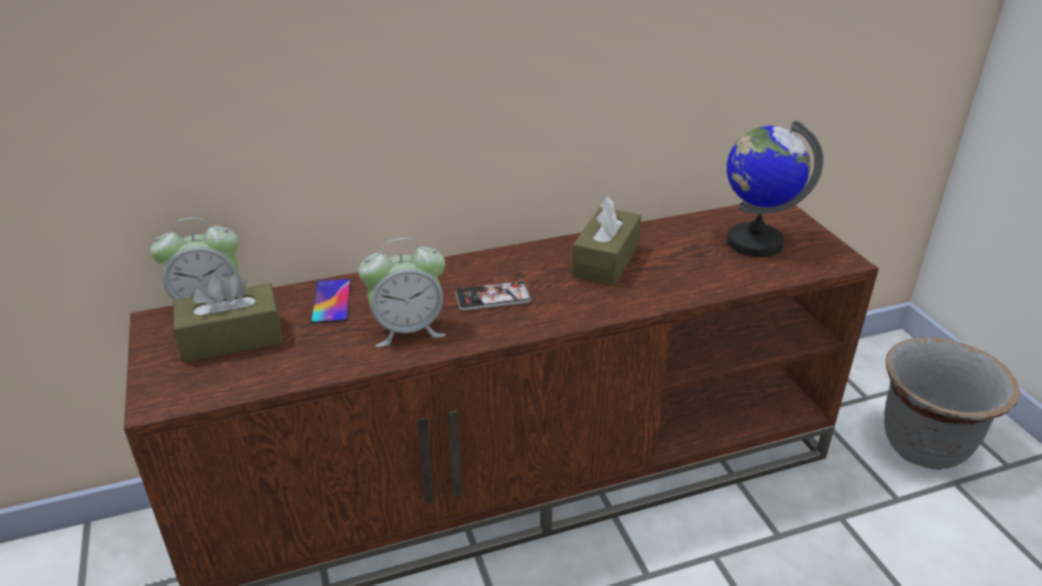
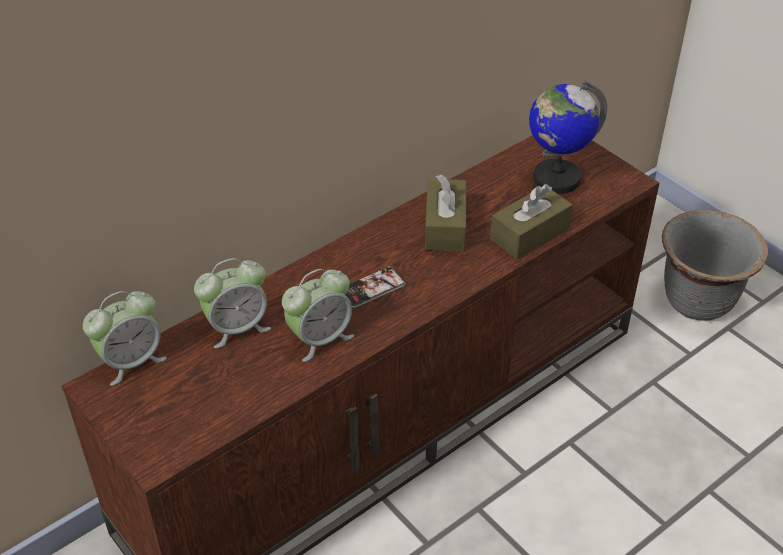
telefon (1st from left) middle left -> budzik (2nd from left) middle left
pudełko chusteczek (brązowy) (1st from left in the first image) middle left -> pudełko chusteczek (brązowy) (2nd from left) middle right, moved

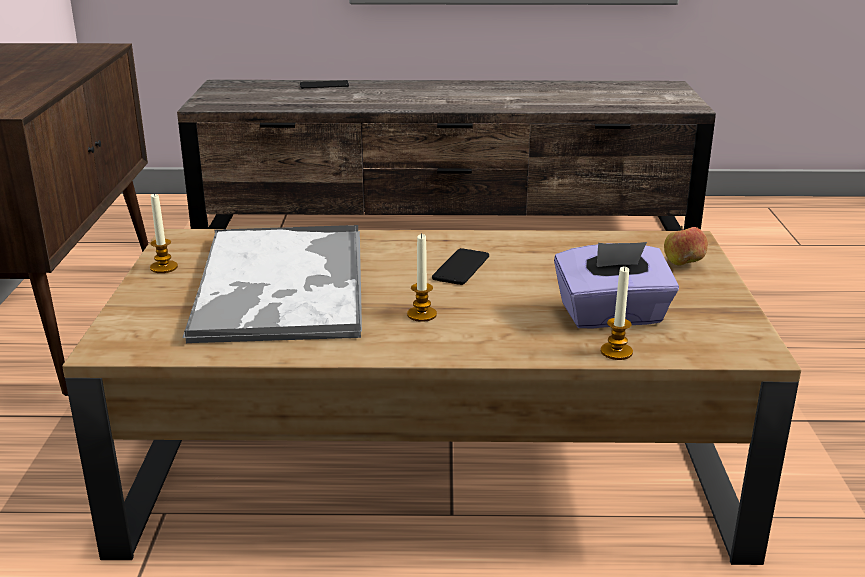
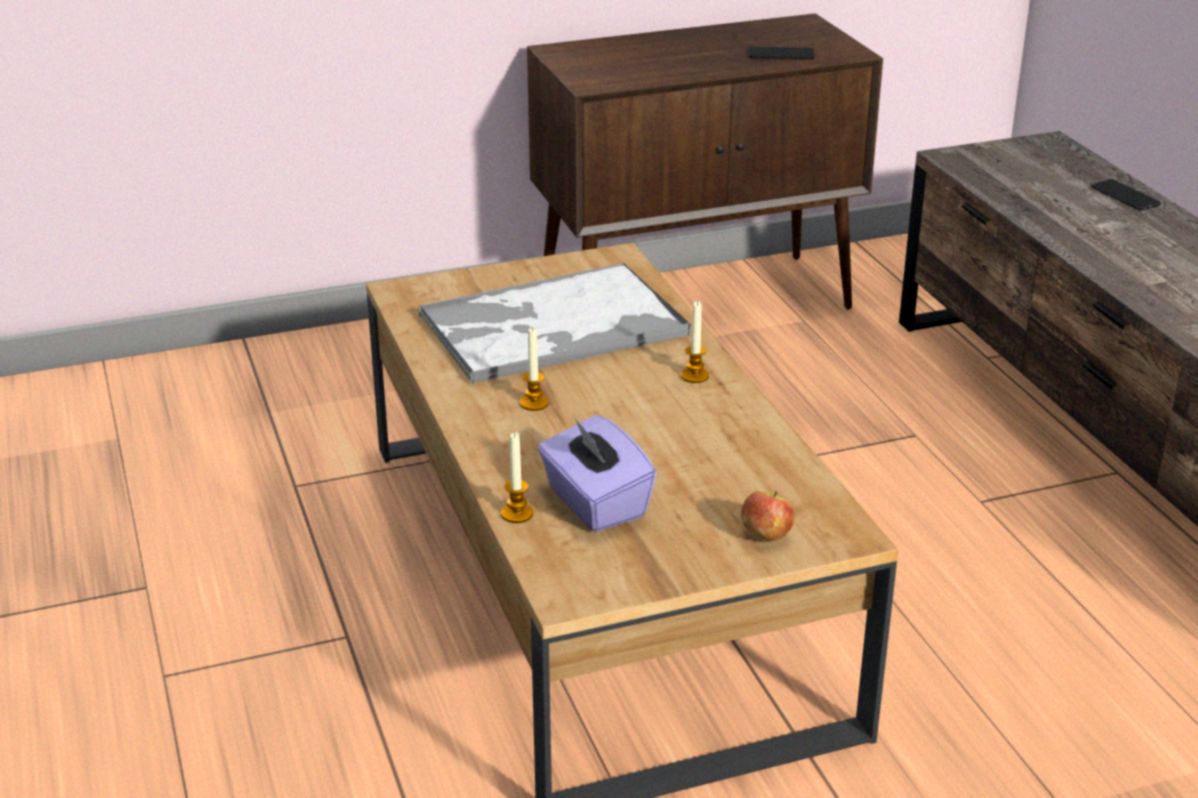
świeca (1st from left in the first image) middle left -> świeca (3rd from left) centre, moved
telefon (2nd from left in the first image) centre -> telefon (1st from left) top centre, moved

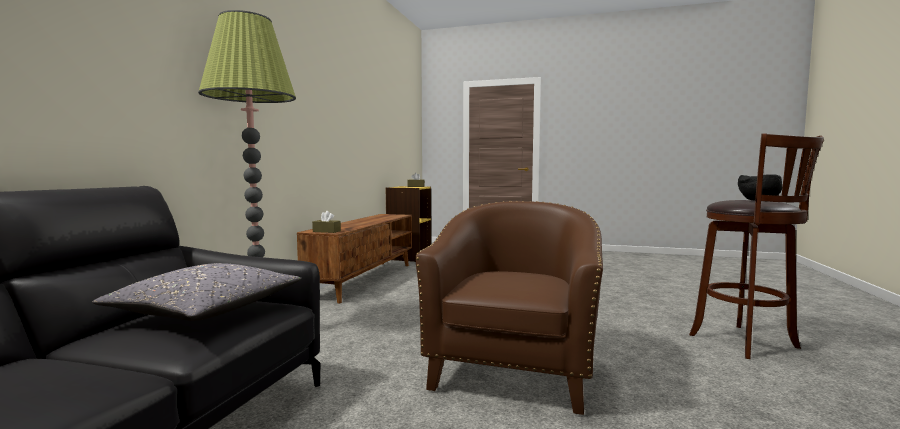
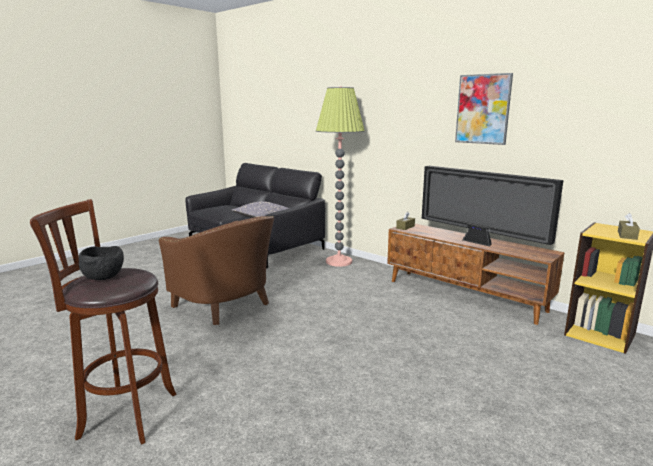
none -> telewizor middle right
none -> obraz top right

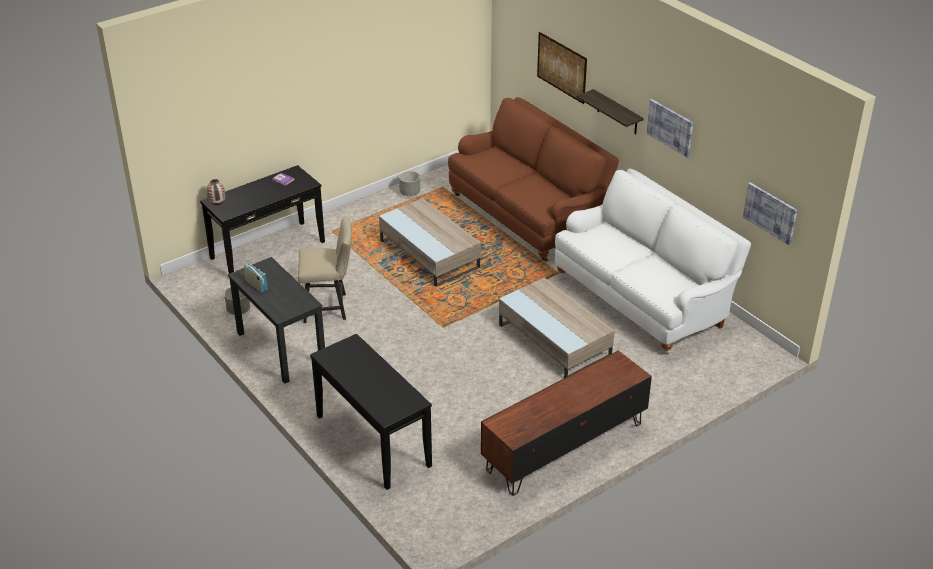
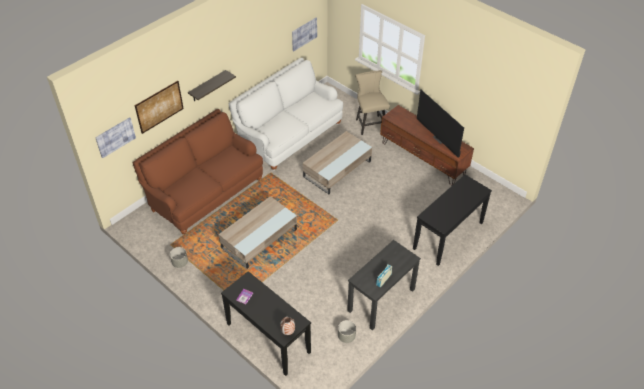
obraz (2nd from left in the first image) top right -> obraz (1st from left) middle left, moved
krzesło (beżowy) centre -> krzesło (beżowy) top centre, moved
none -> telewizor top right

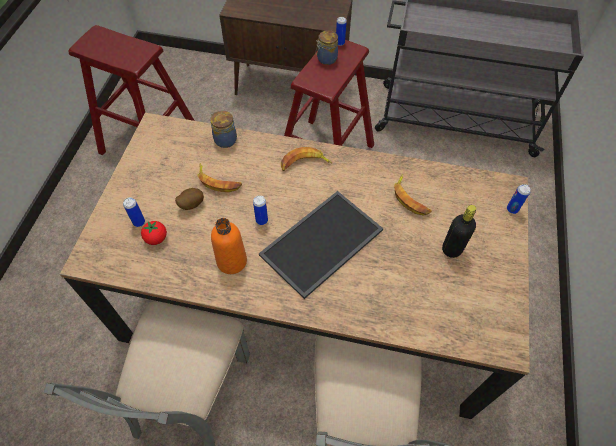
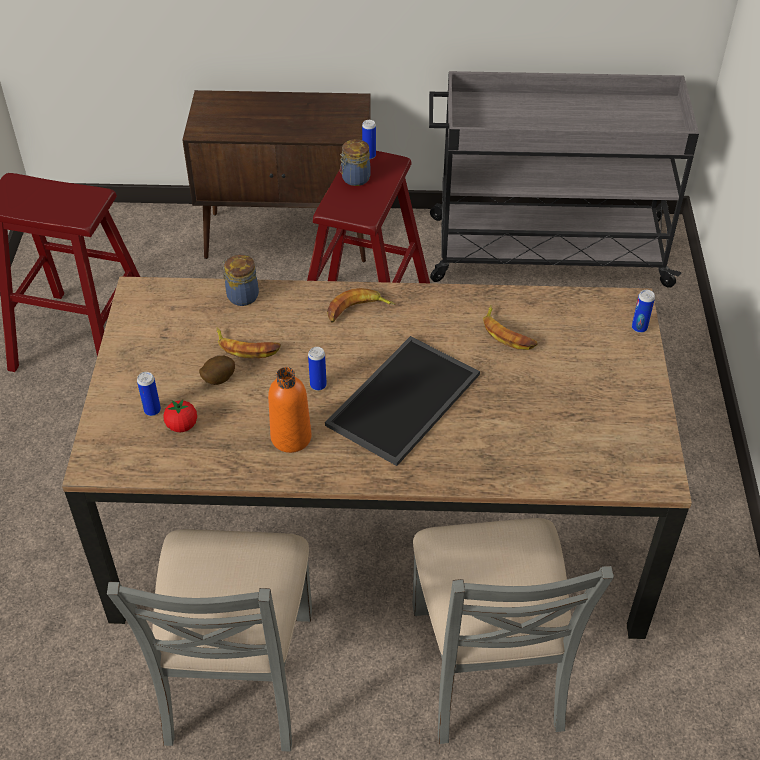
butelka (czarny) middle right -> none

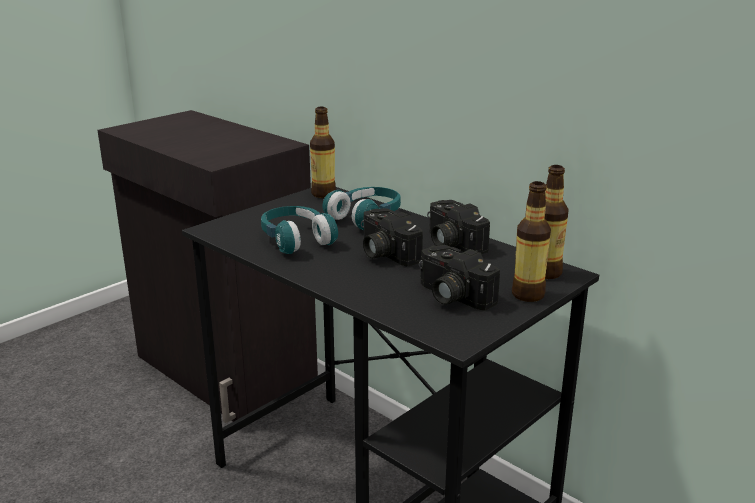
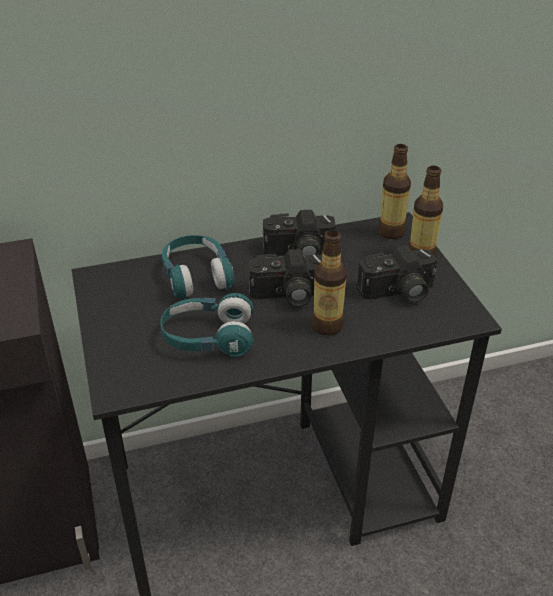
butelka (1st from left) top centre -> butelka (1st from left) centre, moved

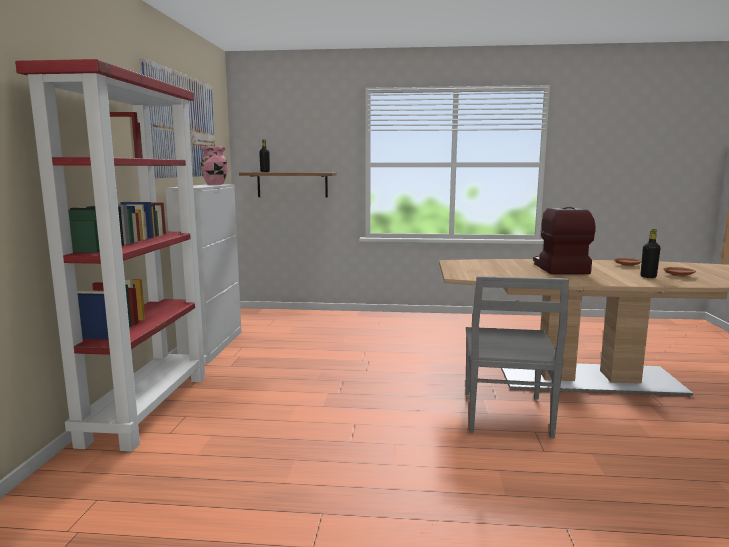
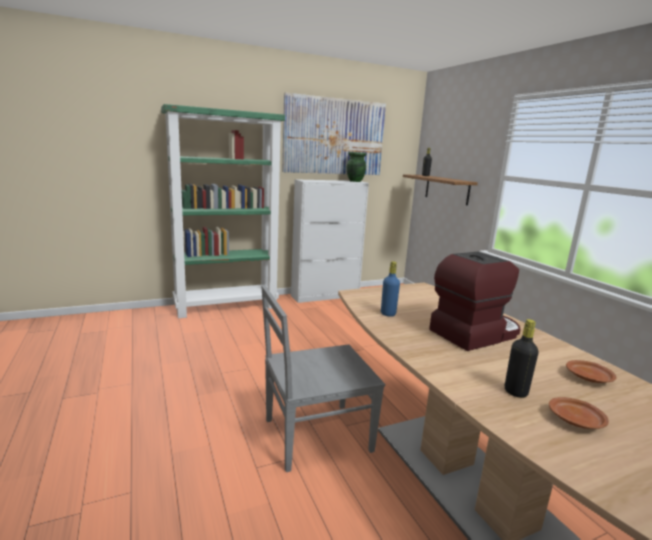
regał (czerwony) middle left -> regał (zielony) centre
wazon (różowy) top left -> wazon (zielony) top centre
none -> butelka (niebieski) centre

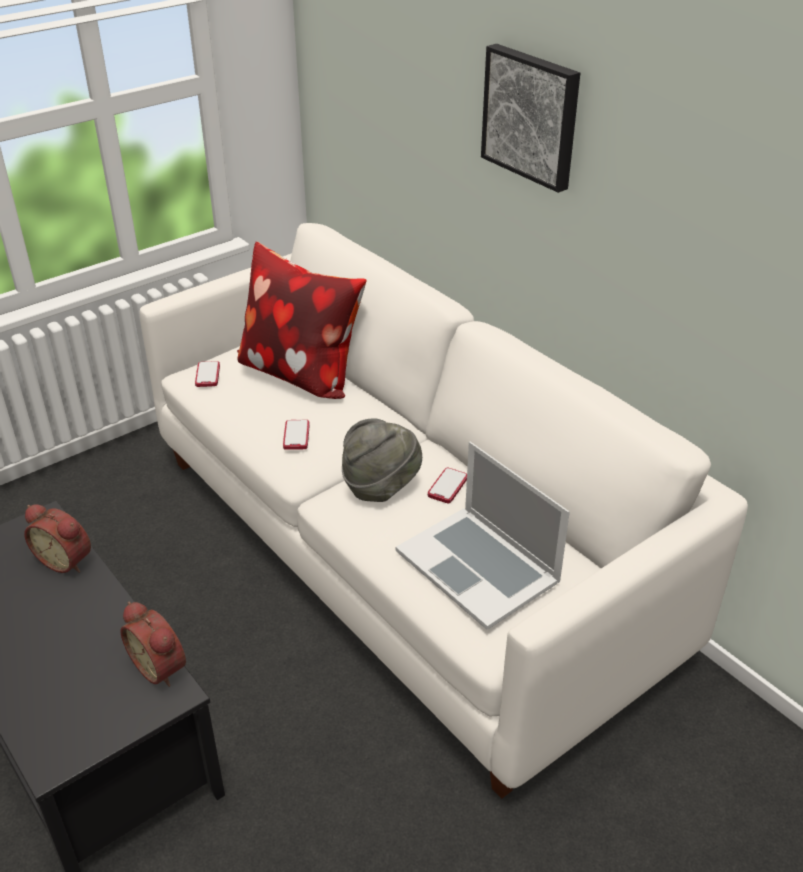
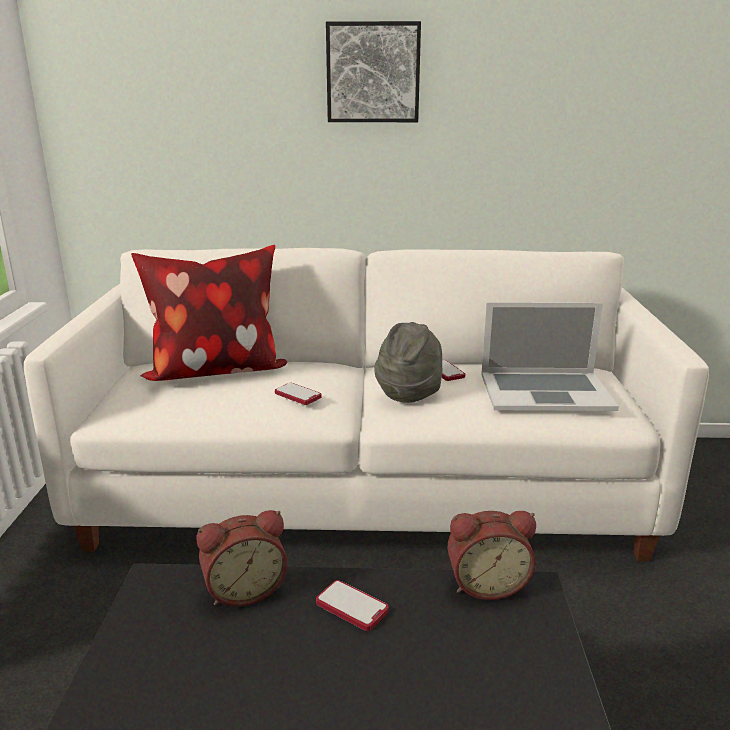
telefon (1st from left in the first image) middle left -> telefon (2nd from left) bottom centre, moved

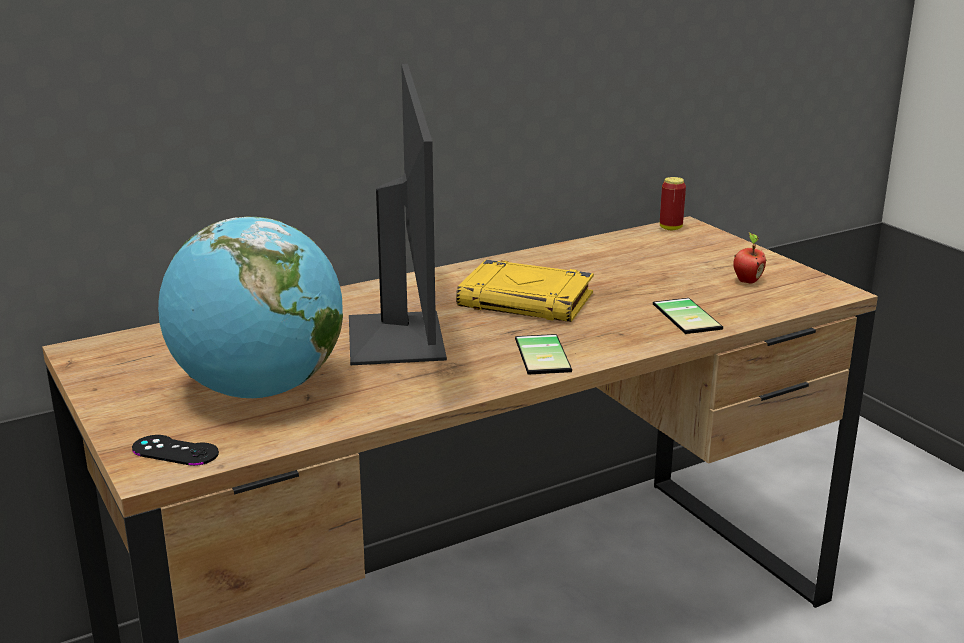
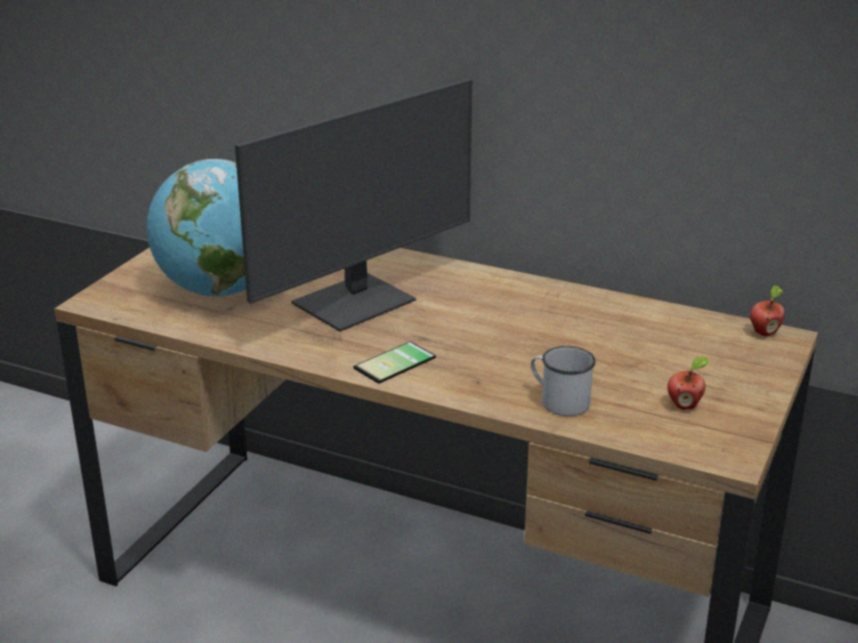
telefon (2nd from left) middle right -> kubek (biały) centre
puszka top right -> jabłko (2nd from left) middle right
pad do gier (czarny) bottom left -> none
książka (żółty) centre -> none

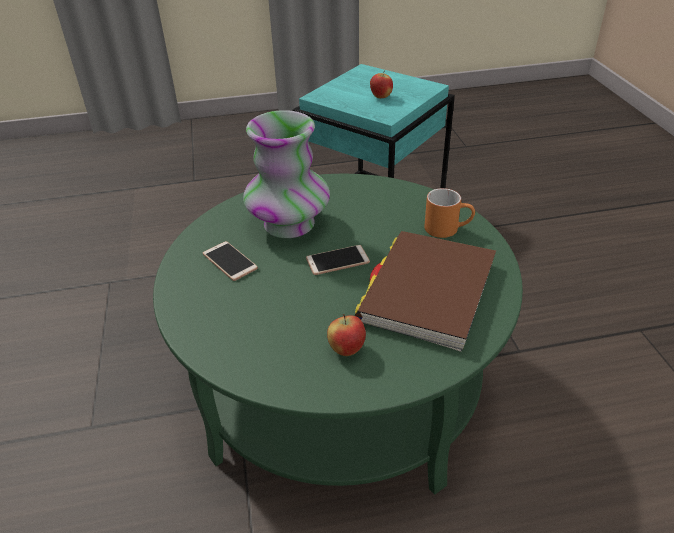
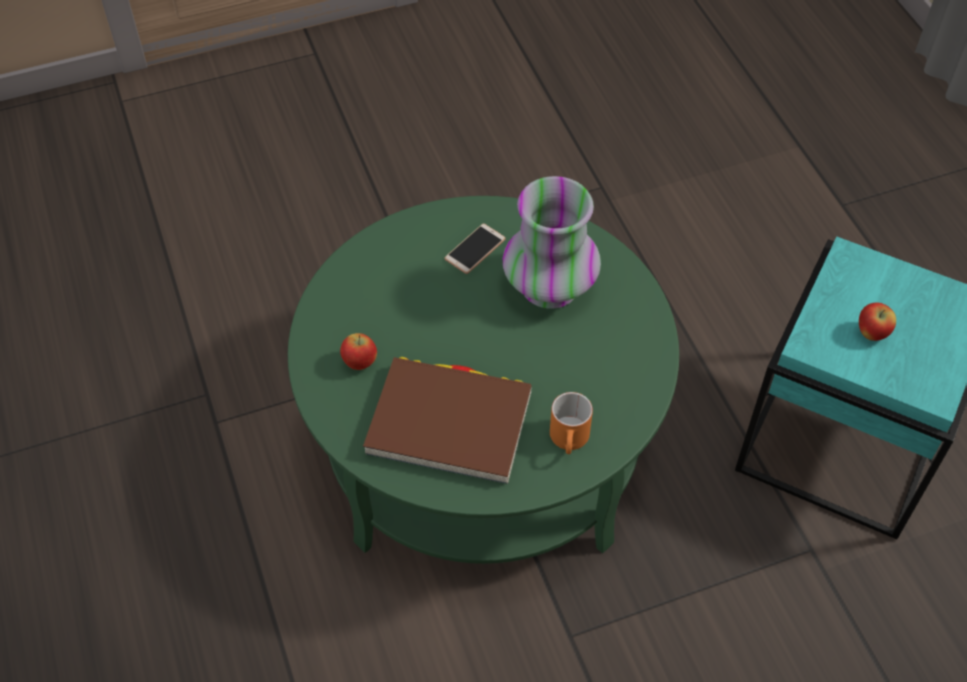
telefon (2nd from left) centre -> none

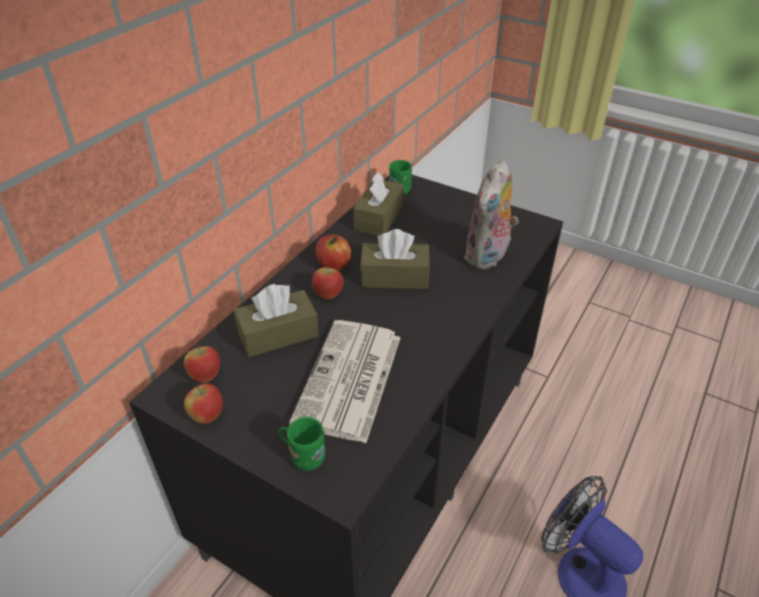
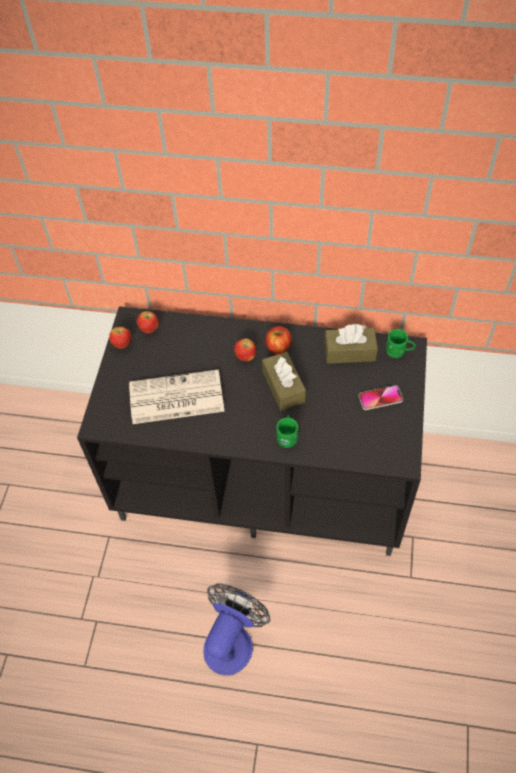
kubek (zielony) (1st from left) bottom centre -> kubek (zielony) (1st from left) centre, moved
none -> telefon middle right
pudełko chusteczek (brązowy) (1st from left) centre -> none
pluszak centre -> none

